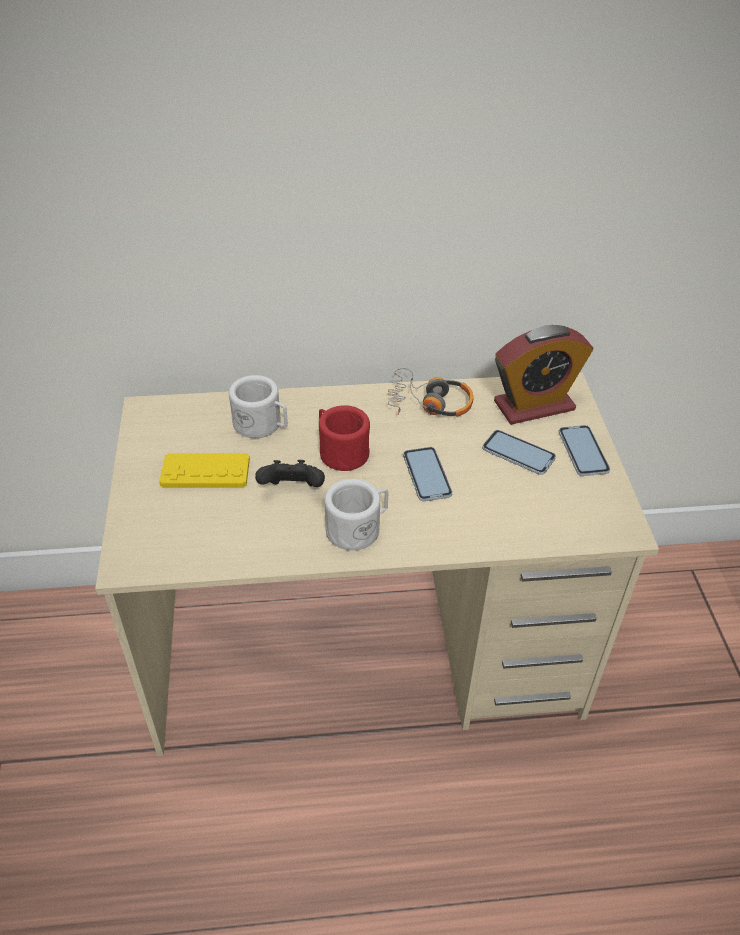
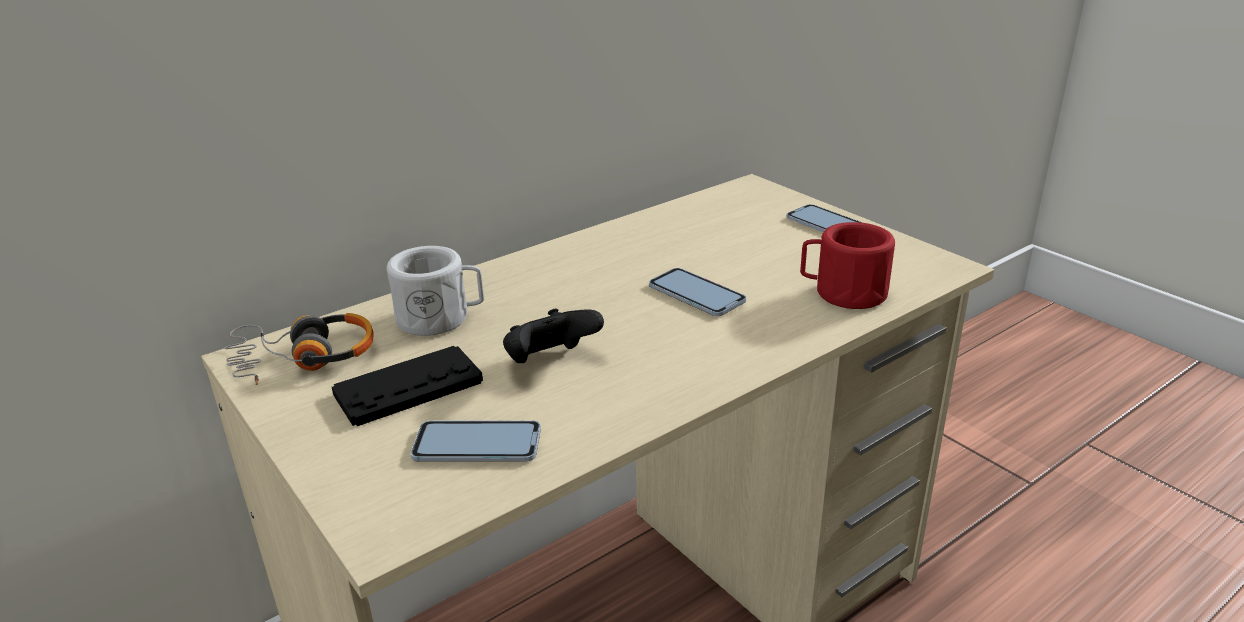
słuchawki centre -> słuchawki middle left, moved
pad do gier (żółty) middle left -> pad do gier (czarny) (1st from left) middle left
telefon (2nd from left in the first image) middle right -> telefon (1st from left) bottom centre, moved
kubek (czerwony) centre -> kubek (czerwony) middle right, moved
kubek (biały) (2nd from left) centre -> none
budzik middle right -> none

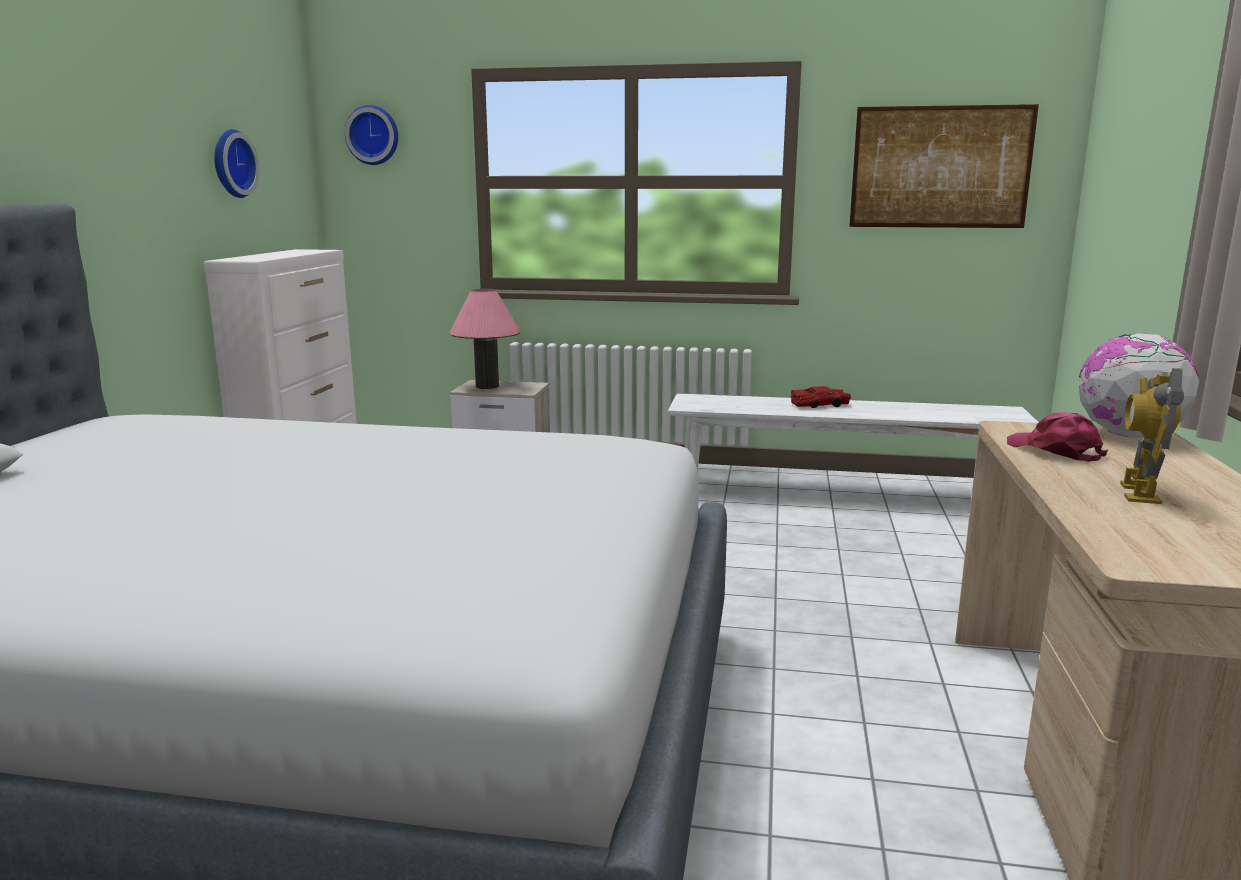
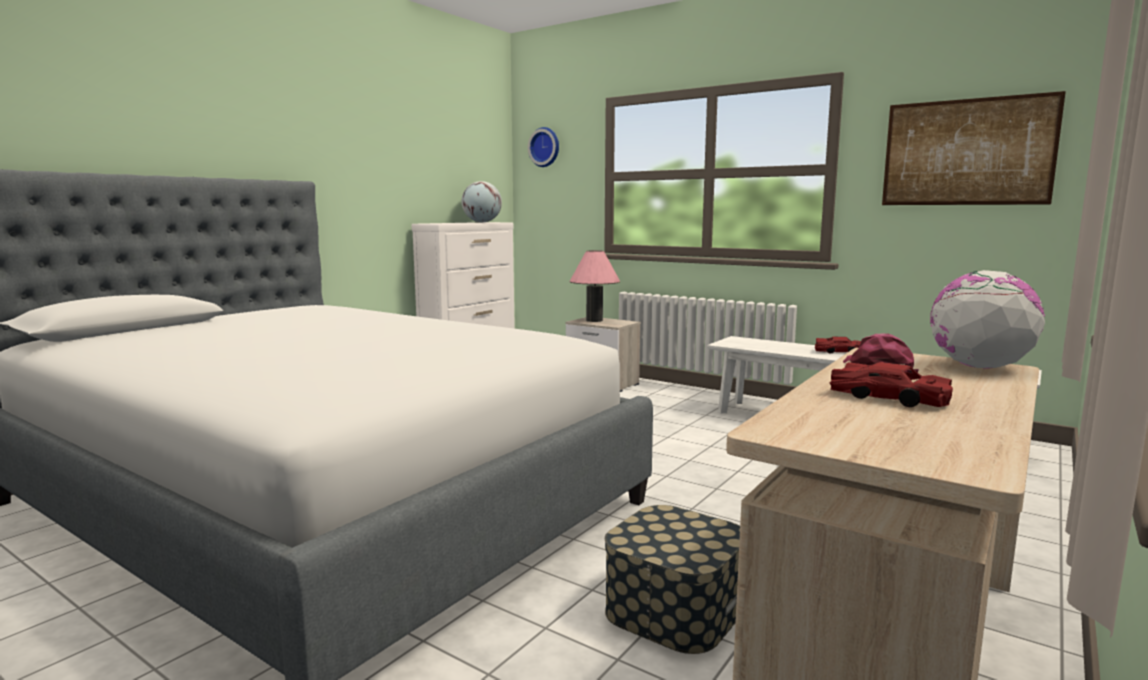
none -> globus (1st from left) top centre
none -> pojemnik do przechowywania bottom centre
robot zabawkowy middle right -> samochodzik (czerwony) (2nd from left) middle right
zegar ścienny (1st from left) top left -> none

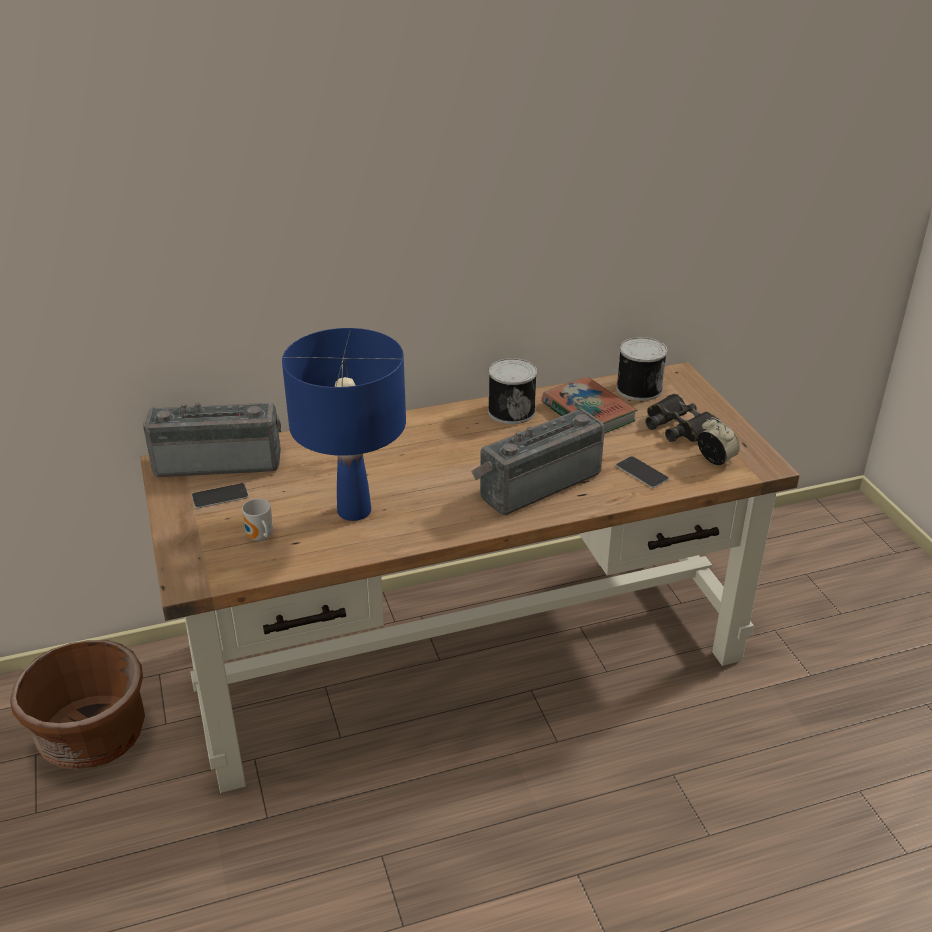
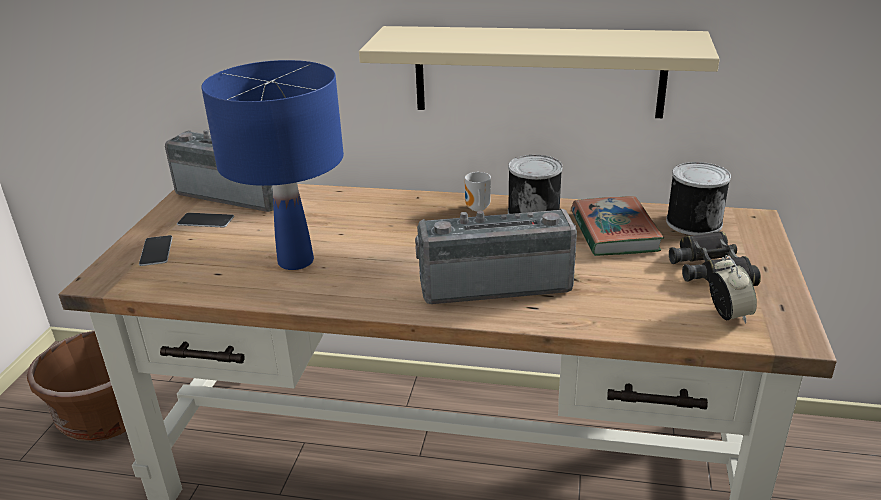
telefon (2nd from left in the first image) middle right -> telefon (1st from left) middle left, moved
none -> półka (beżowy) top centre
kubek middle left -> kubek centre, moved

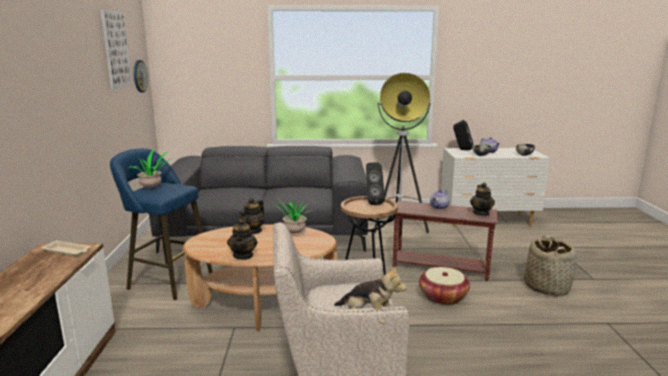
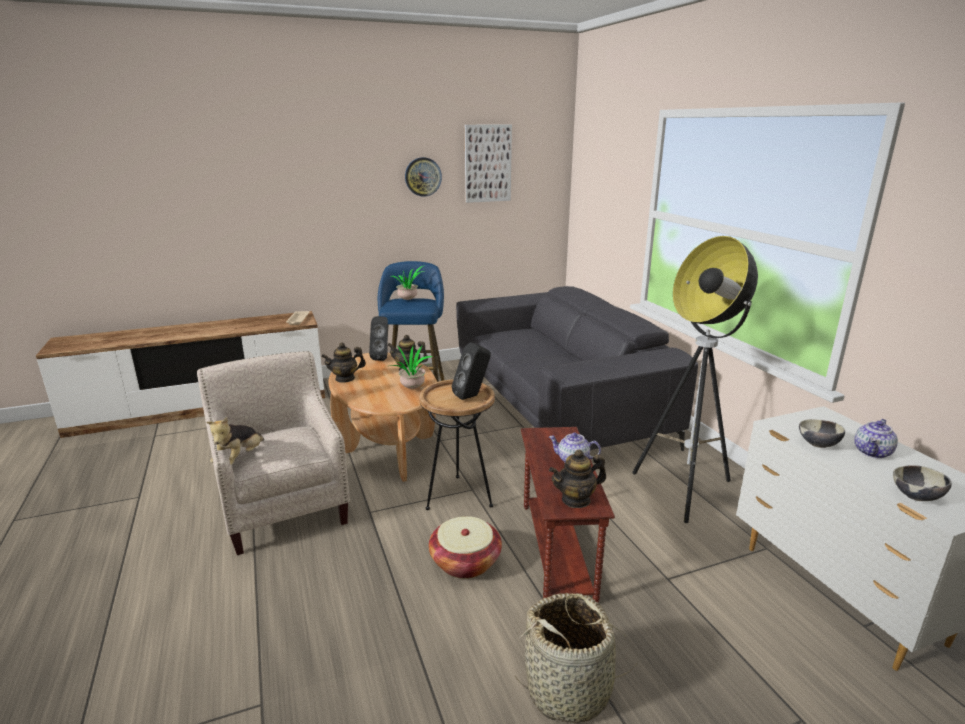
głośnik (czarny) (2nd from left in the first image) middle right -> głośnik (czarny) (1st from left) centre, moved
zegar ścienny top left -> zegar ścienny top centre, moved

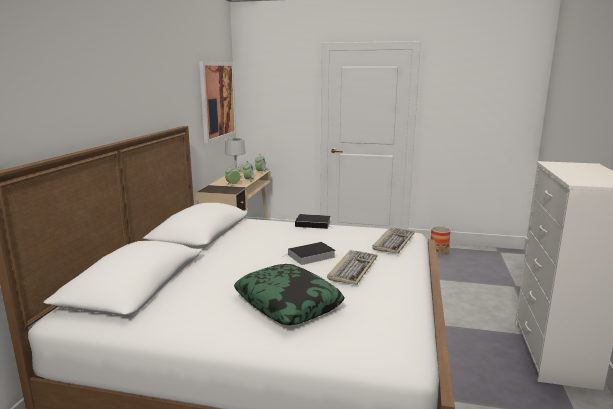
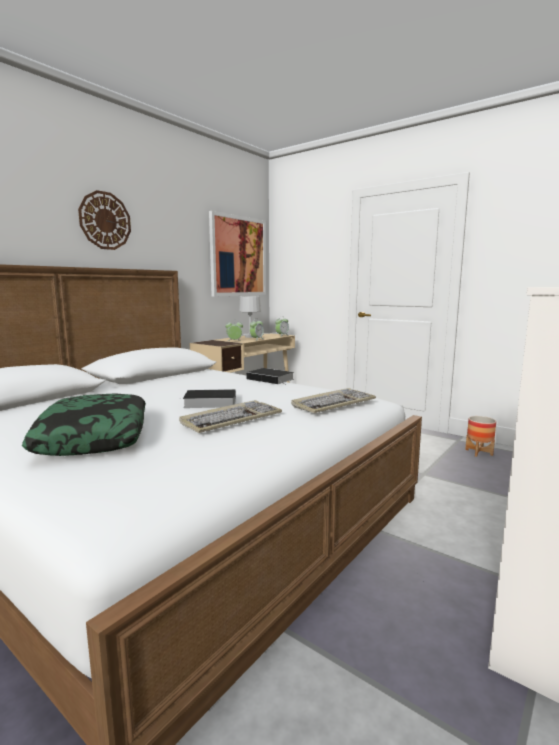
none -> zegar ścienny top left

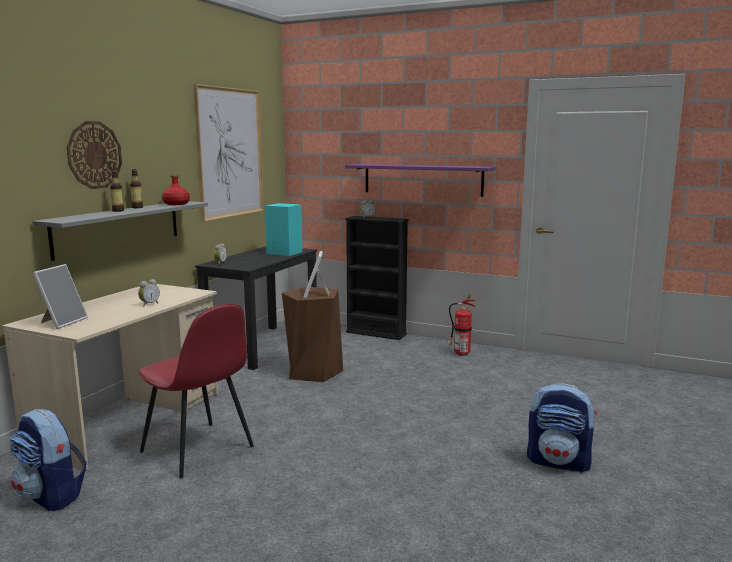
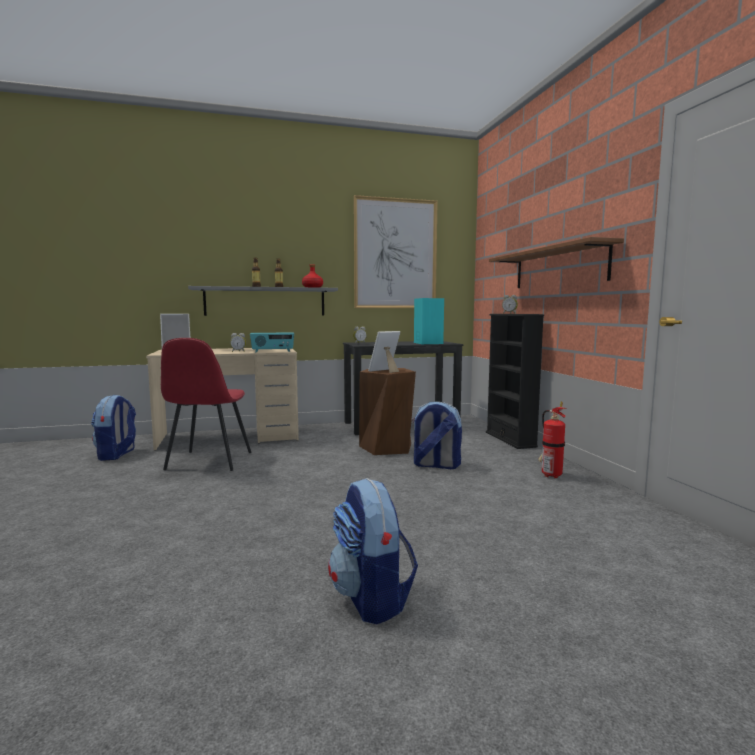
none -> radio centre
none -> plecak (3rd from left) centre
półka (fioletowy) top centre -> półka (brązowy) middle right
zegar ścienny top left -> none

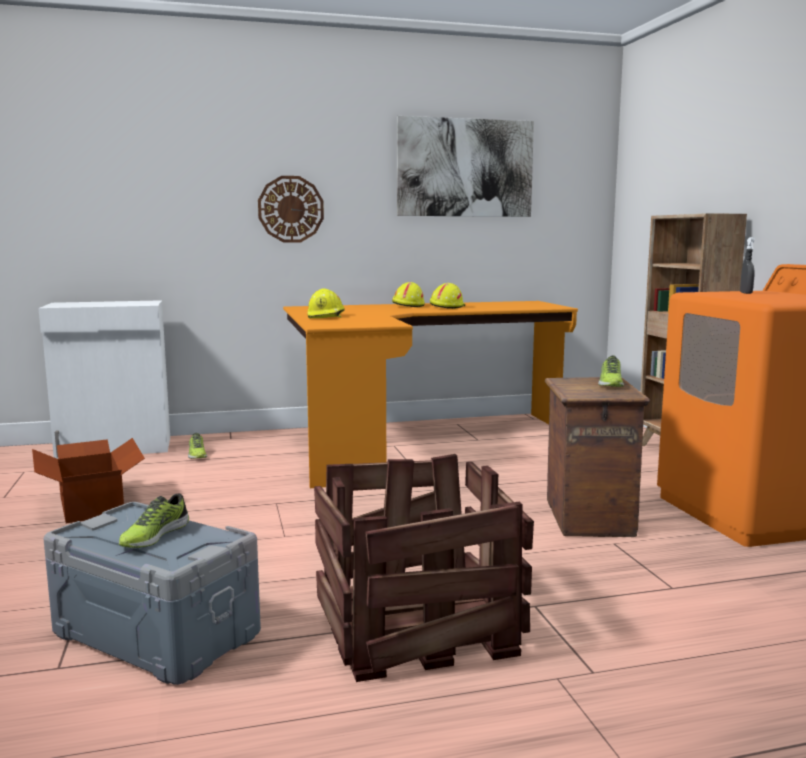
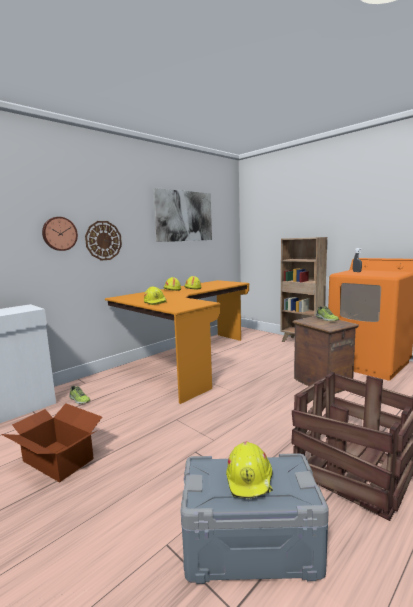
none -> zegar ścienny (1st from left) middle left
but (1st from left) bottom left -> kask (żółty) (4th from left) bottom centre

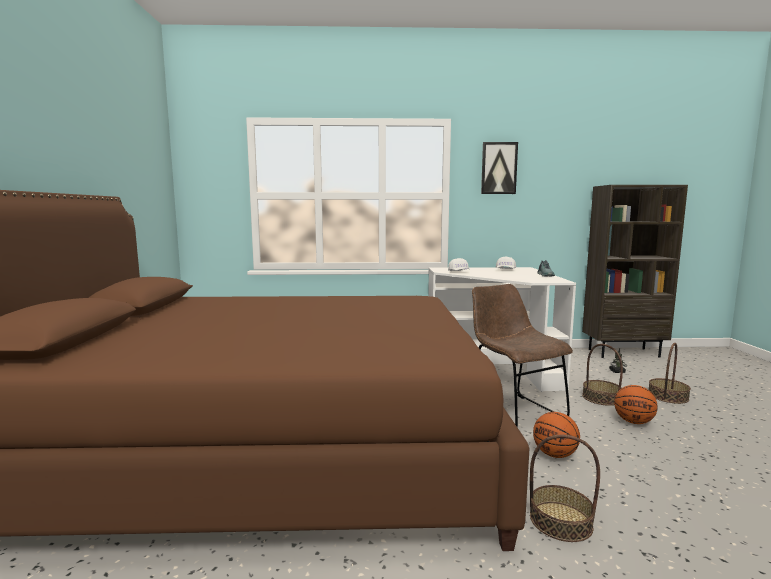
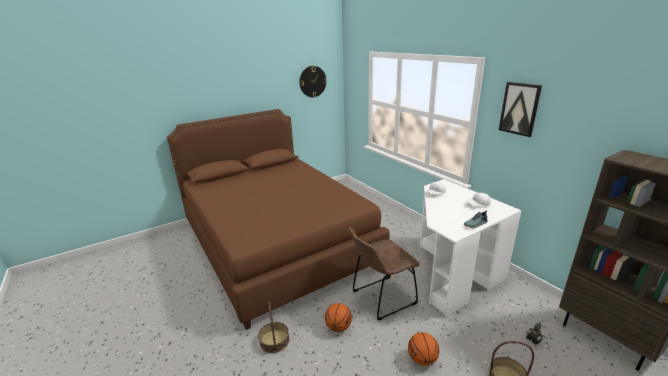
none -> zegar ścienny top centre
krzesło (brązowy) middle right -> krzesło (brązowy) bottom centre, 150 degrees counterclockwise
koszyk (2nd from left) middle right -> none

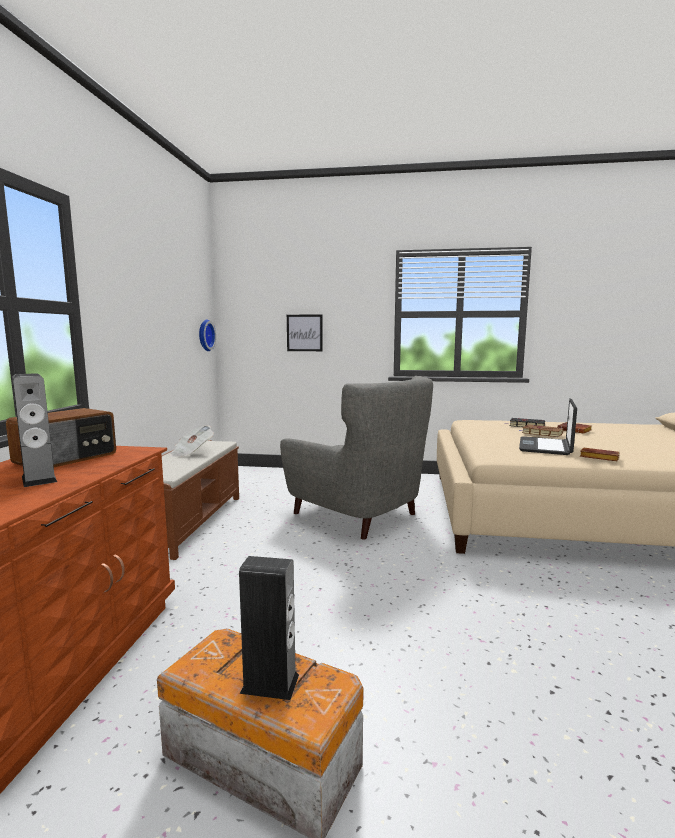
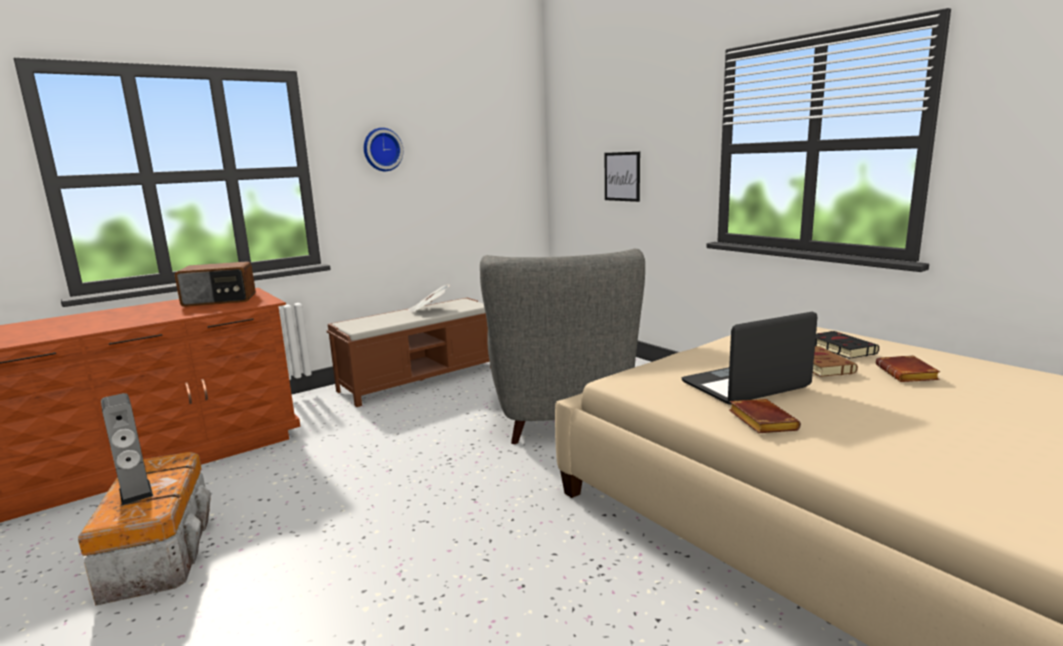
zegar ścienny middle left -> zegar ścienny top centre, moved
głośnik (1st from left) middle left -> none

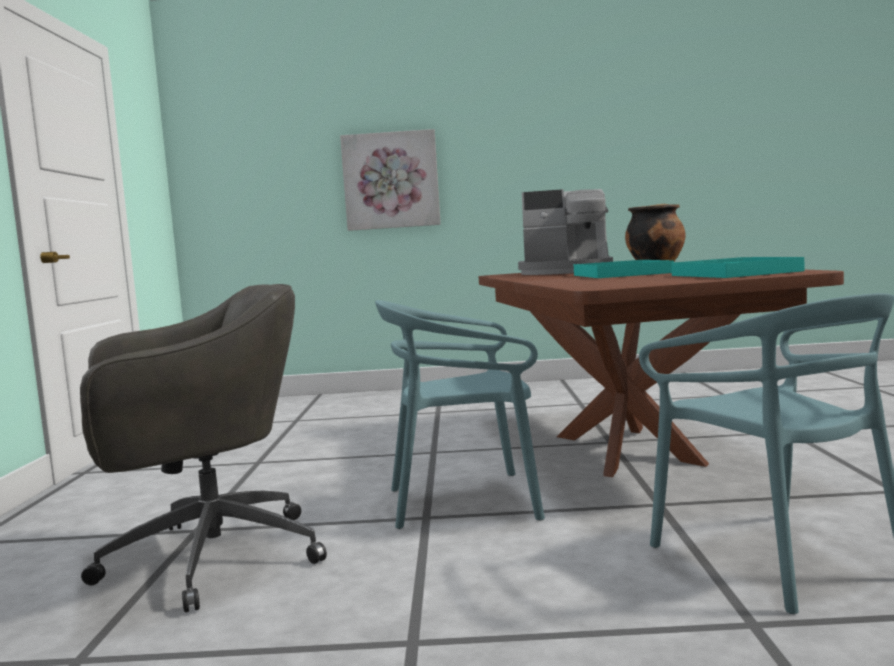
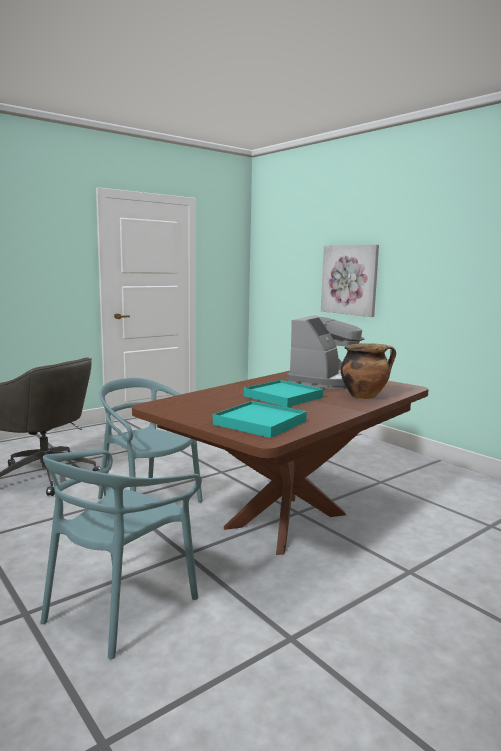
ekspres do kawy centre, 120 degrees counterclockwise

